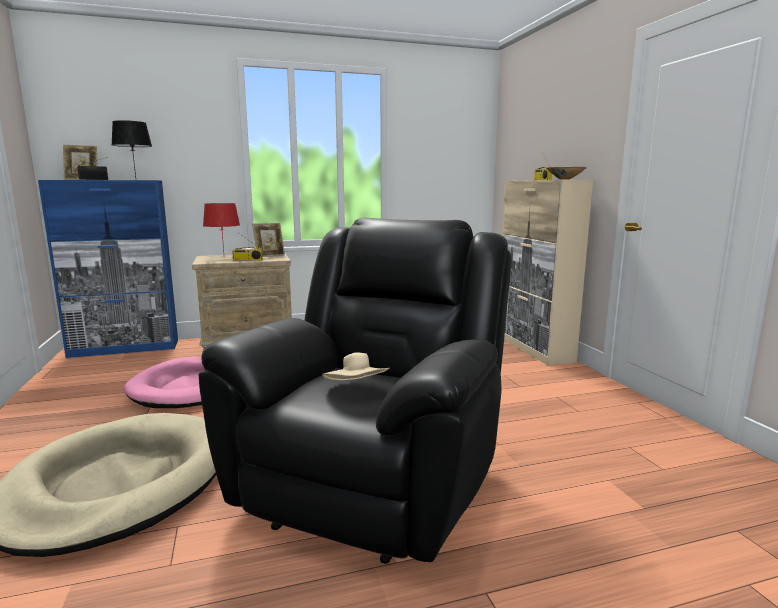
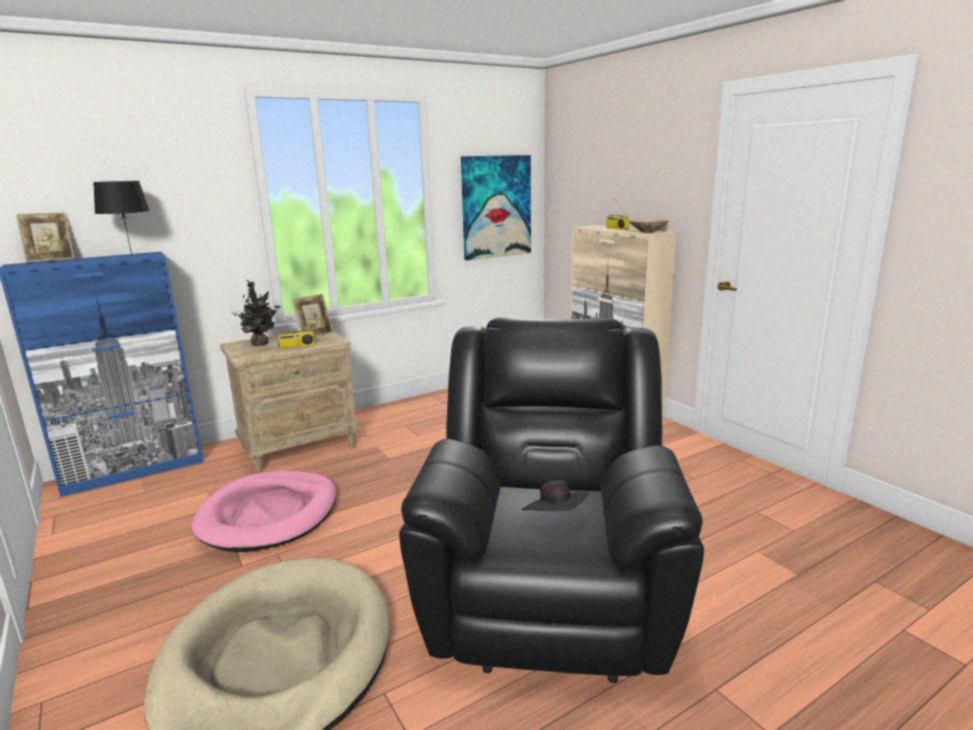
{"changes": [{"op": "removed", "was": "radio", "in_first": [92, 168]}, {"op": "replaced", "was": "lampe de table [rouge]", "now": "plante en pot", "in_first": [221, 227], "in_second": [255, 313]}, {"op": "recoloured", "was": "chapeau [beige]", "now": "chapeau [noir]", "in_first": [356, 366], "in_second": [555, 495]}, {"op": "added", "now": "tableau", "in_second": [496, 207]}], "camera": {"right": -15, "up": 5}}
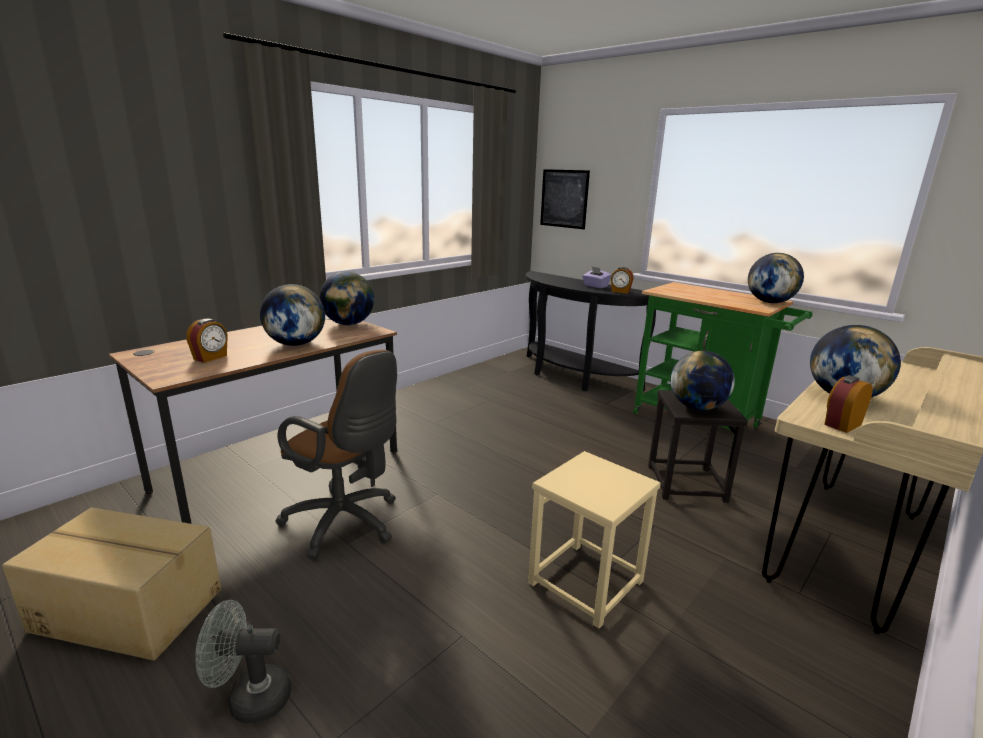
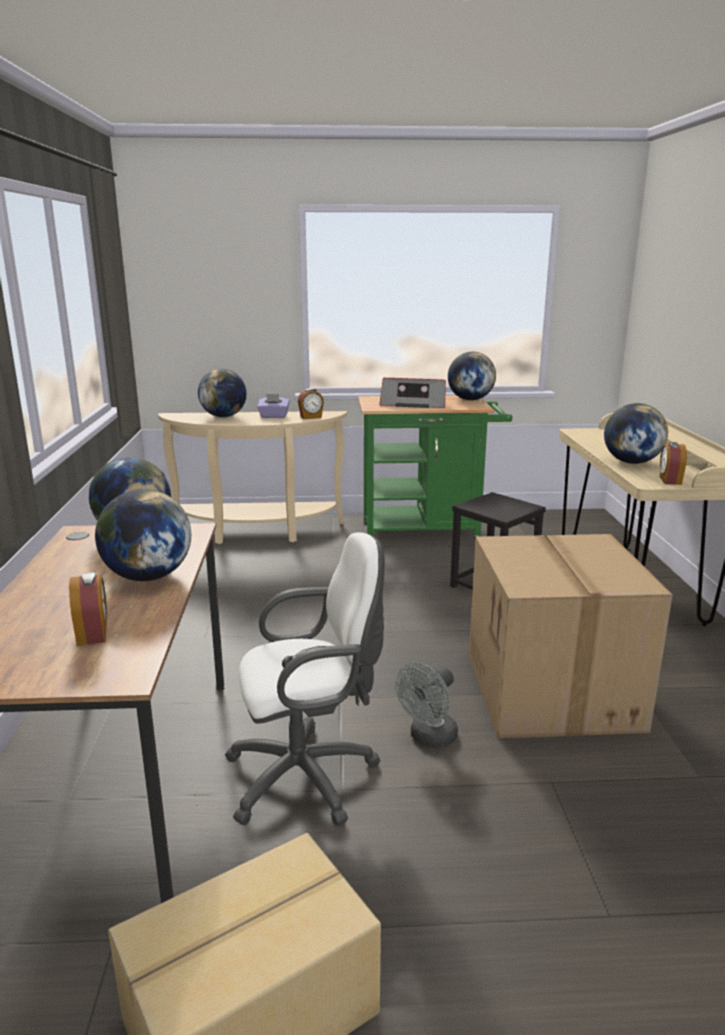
{"changes": [{"op": "moved", "was": "ventilateur [gris]", "in_first": [243, 661], "in_second": [426, 705]}, {"op": "recoloured", "was": "chaise de bureau [marron]", "now": "chaise de bureau [blanc]", "in_first": [336, 455], "in_second": [305, 679]}, {"op": "recoloured", "was": "table console [noir]", "now": "table console [beige]", "in_first": [591, 331], "in_second": [252, 477]}, {"op": "replaced", "was": "tabouret [beige]", "now": "carton", "in_first": [594, 539], "in_second": [571, 636]}, {"op": "removed", "was": "tableau", "in_first": [565, 199]}, {"op": "moved", "was": "globe", "in_first": [703, 380], "in_second": [222, 393]}, {"op": "added", "now": "radio", "in_second": [412, 393]}], "camera": {"right": -45, "up": 0}}
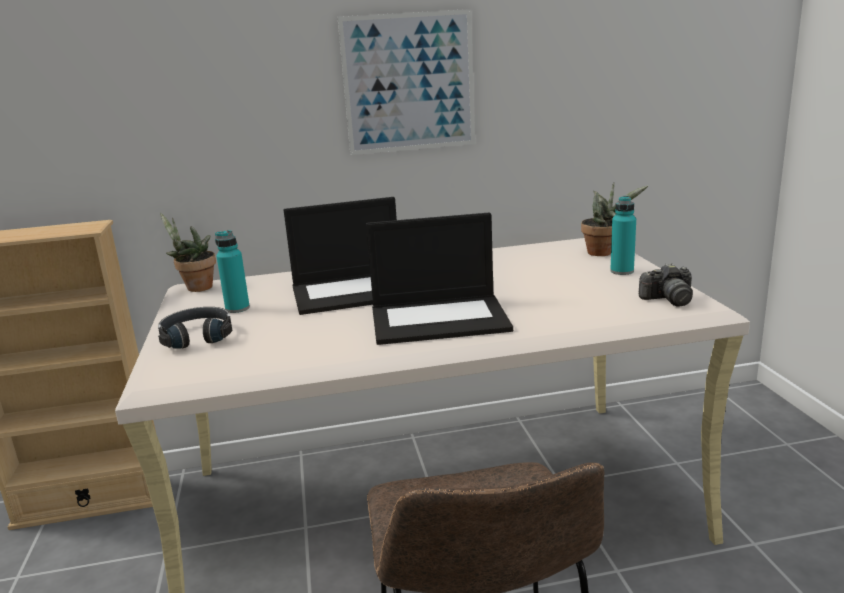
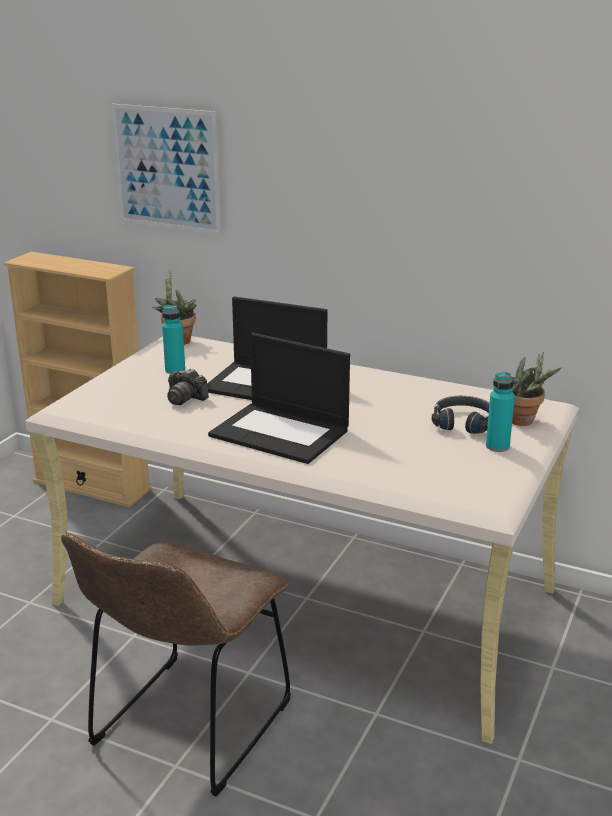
{"changes": [{"op": "moved", "was": "casque audio [noir]", "in_first": [195, 328], "in_second": [460, 415]}, {"op": "moved", "was": "tableau", "in_first": [406, 82], "in_second": [166, 169]}, {"op": "moved", "was": "appareil photo", "in_first": [666, 285], "in_second": [188, 387]}], "camera": {"right": 35, "up": 5}}
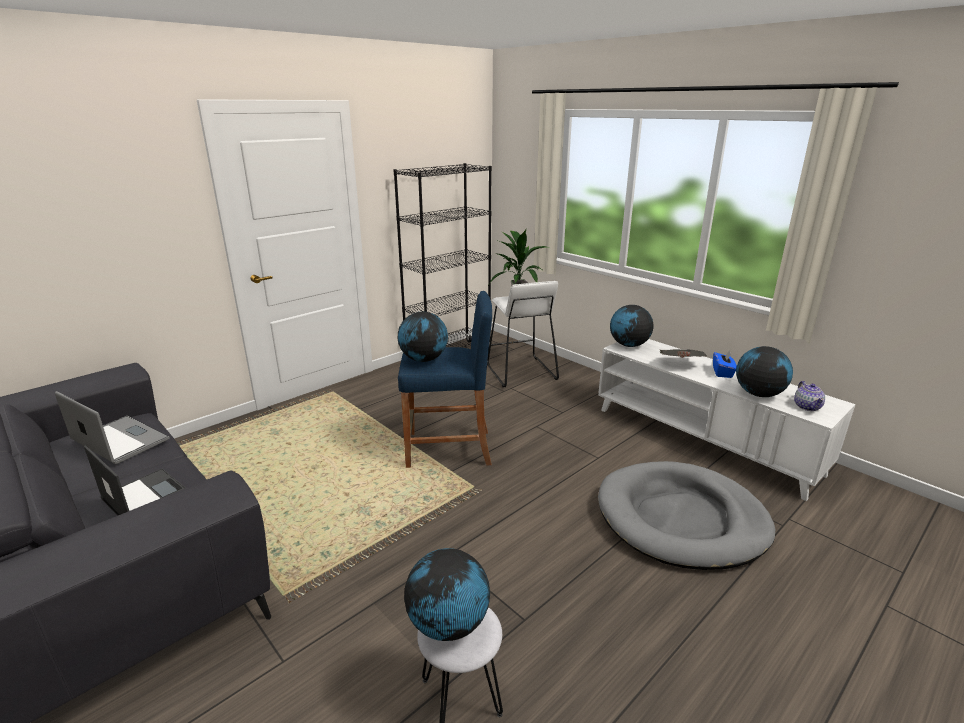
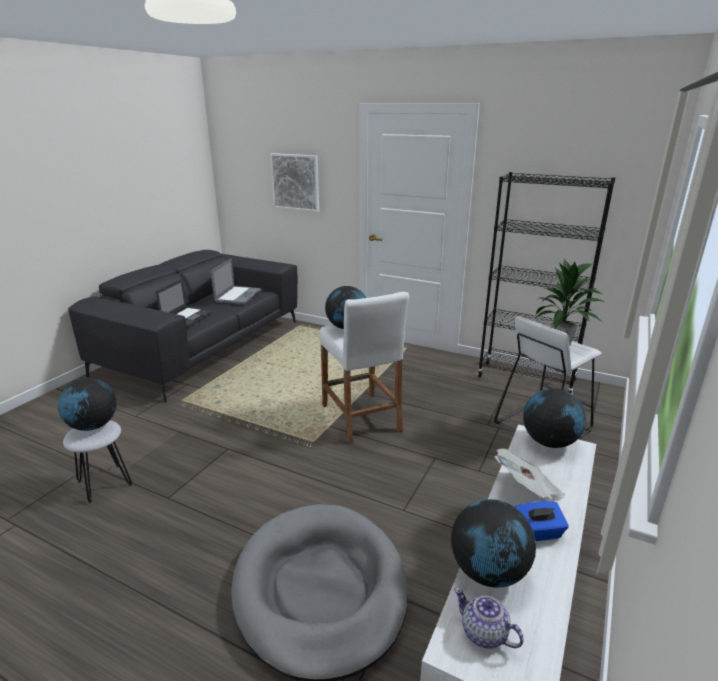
{"changes": [{"op": "recoloured", "was": "tabouret [bleu]", "now": "tabouret [blanc]", "in_first": [445, 379], "in_second": [364, 368]}, {"op": "turned", "was": "théière", "in_first": [809, 396], "in_second": [489, 618], "clockwise": 60}, {"op": "added", "now": "tableau", "in_second": [294, 182]}], "camera": {"right": 70, "up": 0}}
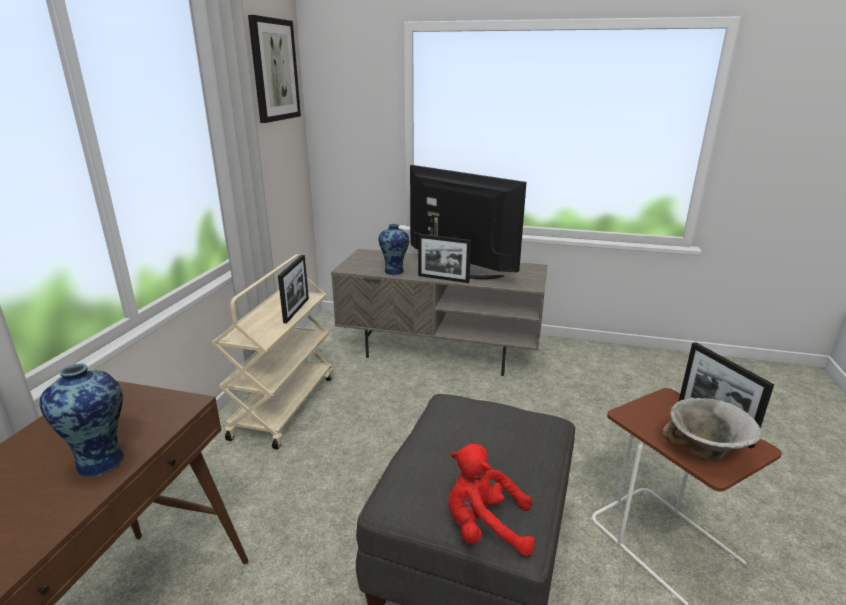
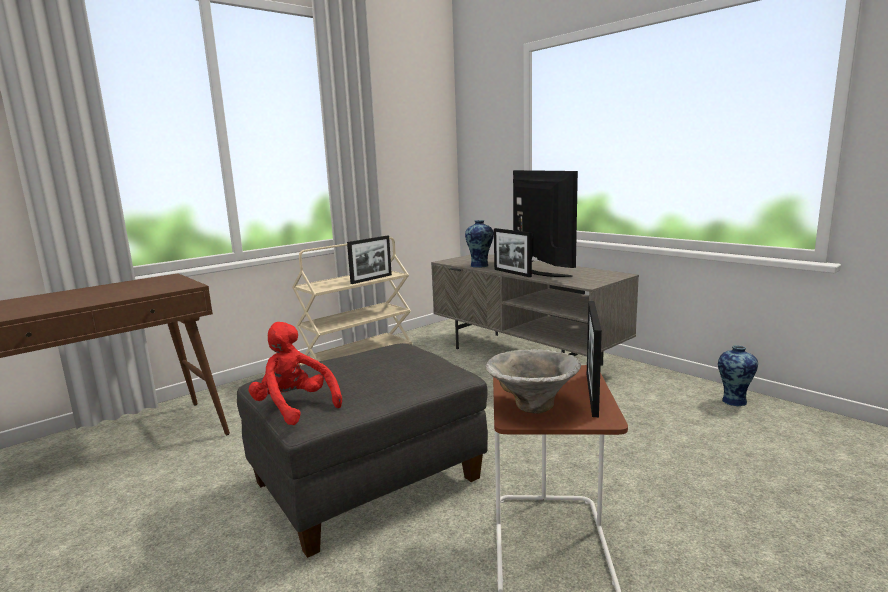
{"changes": [{"op": "moved", "was": "vase", "in_first": [81, 420], "in_second": [738, 376]}, {"op": "removed", "was": "tableau", "in_first": [274, 69]}], "camera": {"right": 35, "up": -10}}
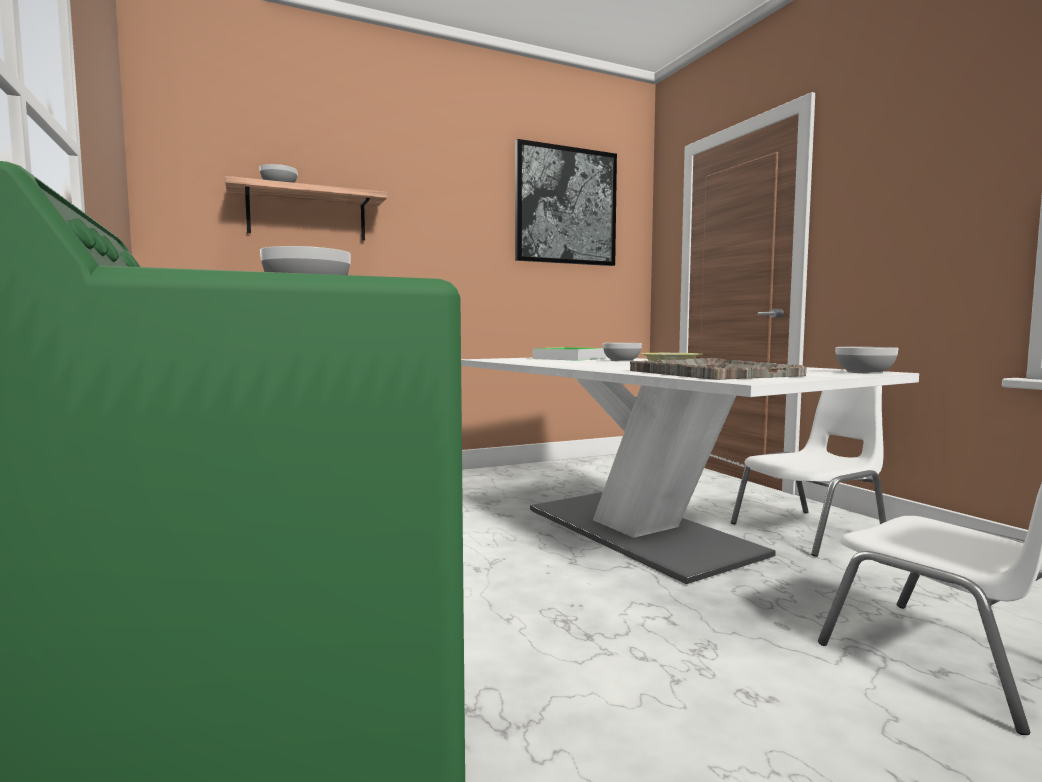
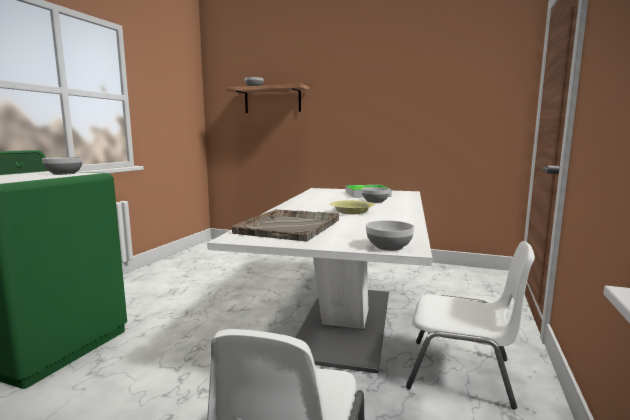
{"changes": [{"op": "removed", "was": "tableau", "in_first": [566, 202]}], "camera": {"right": 45, "up": 5}}
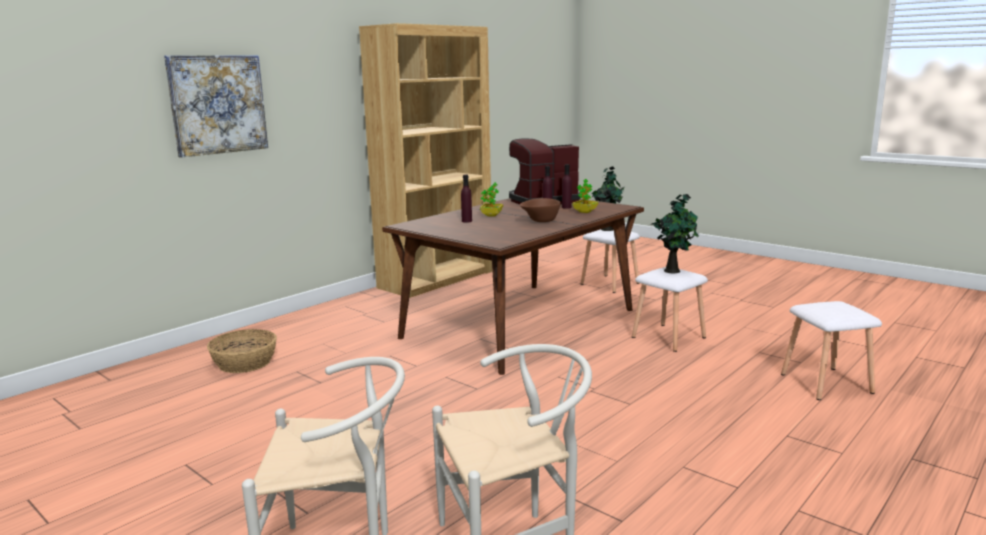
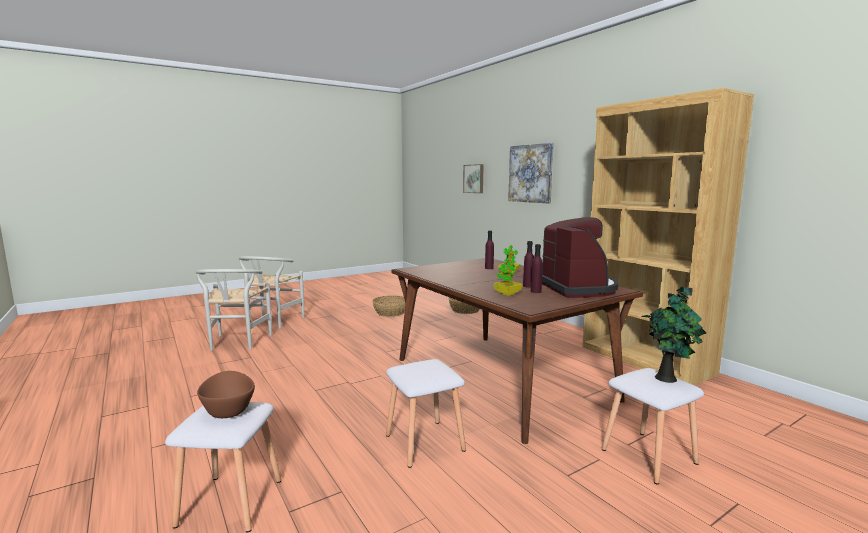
{"changes": [{"op": "moved", "was": "bol [marron]", "in_first": [540, 210], "in_second": [226, 394]}, {"op": "removed", "was": "plante en pot", "in_first": [675, 233]}, {"op": "added", "now": "panier", "in_second": [389, 306]}, {"op": "added", "now": "tableau", "in_second": [473, 178]}], "camera": {"right": 105, "up": -5}}
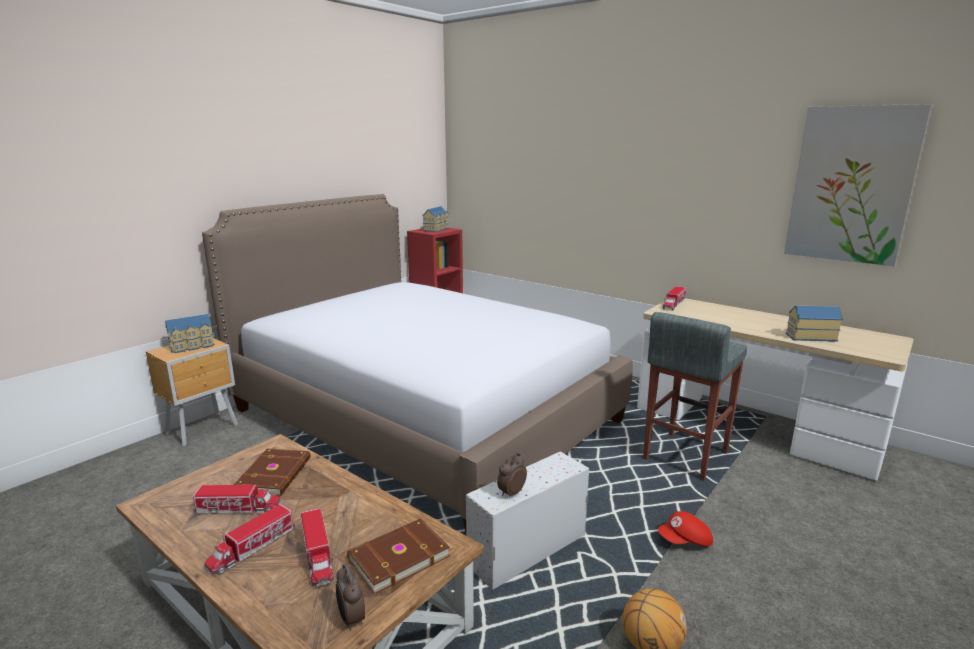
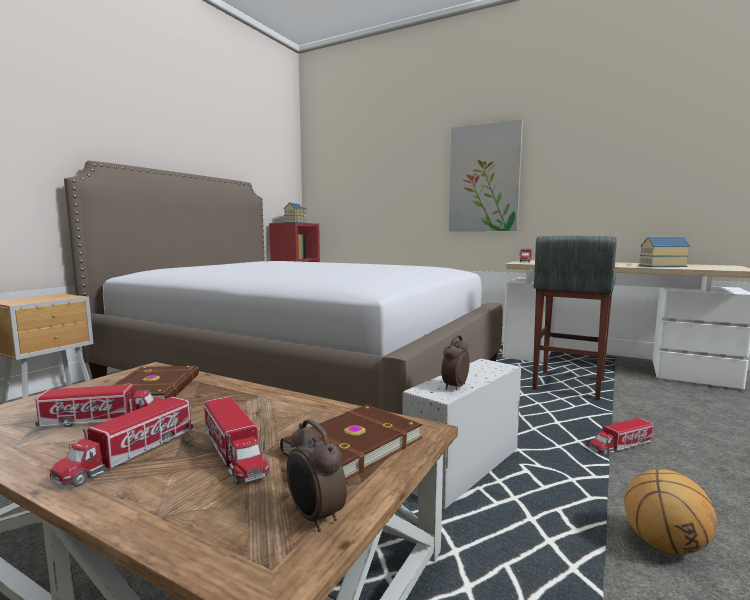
{"changes": [{"op": "removed", "was": "maison miniature", "in_first": [190, 333]}, {"op": "replaced", "was": "casquette [rouge]", "now": "camion jouet", "in_first": [685, 528], "in_second": [621, 436]}, {"op": "moved", "was": "tableau", "in_first": [858, 185], "in_second": [486, 175]}], "camera": {"right": -10, "up": -10}}
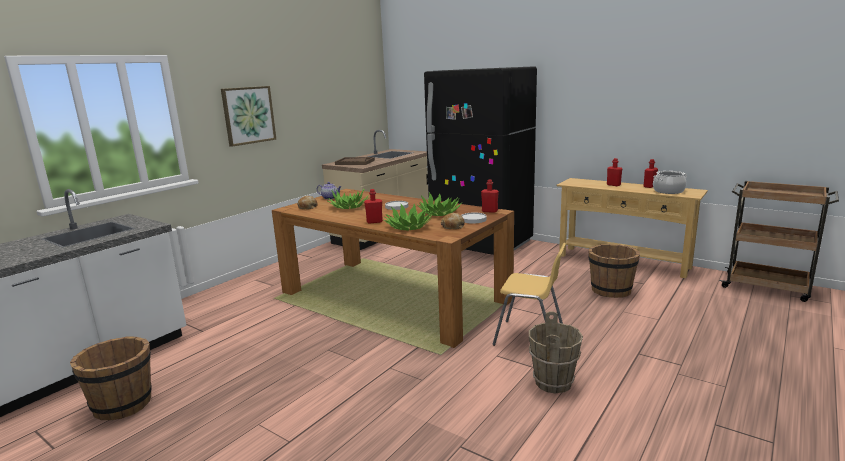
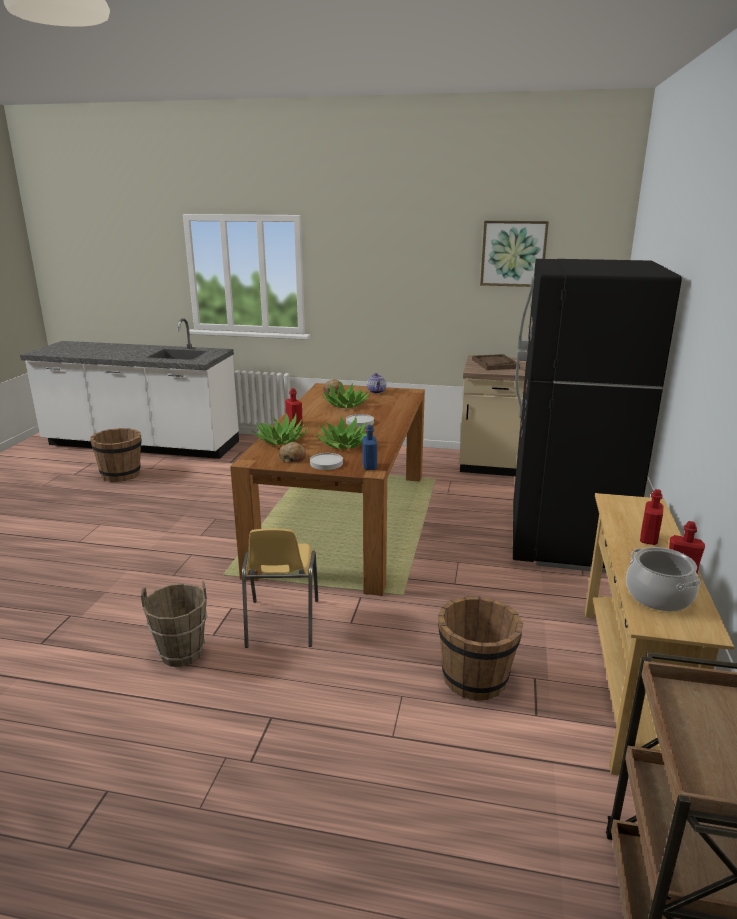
{"changes": [{"op": "moved", "was": "tableau", "in_first": [248, 116], "in_second": [514, 254]}, {"op": "recoloured", "was": "bouteille [rouge]", "now": "bouteille [bleu]", "in_first": [490, 196], "in_second": [369, 447]}], "camera": {"right": 65, "up": 5}}
